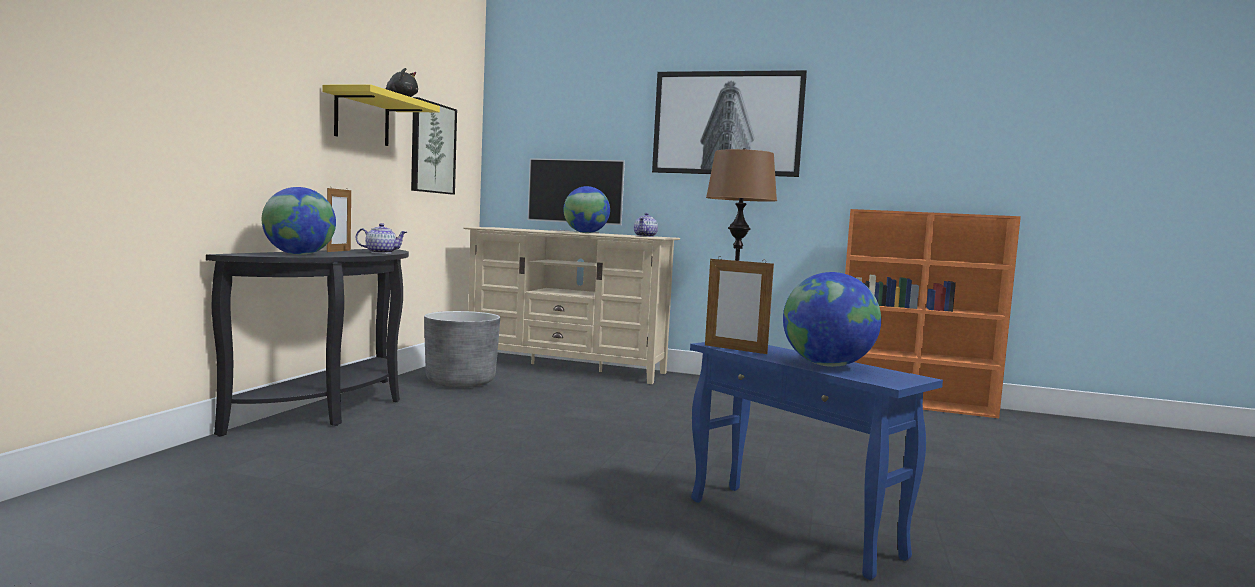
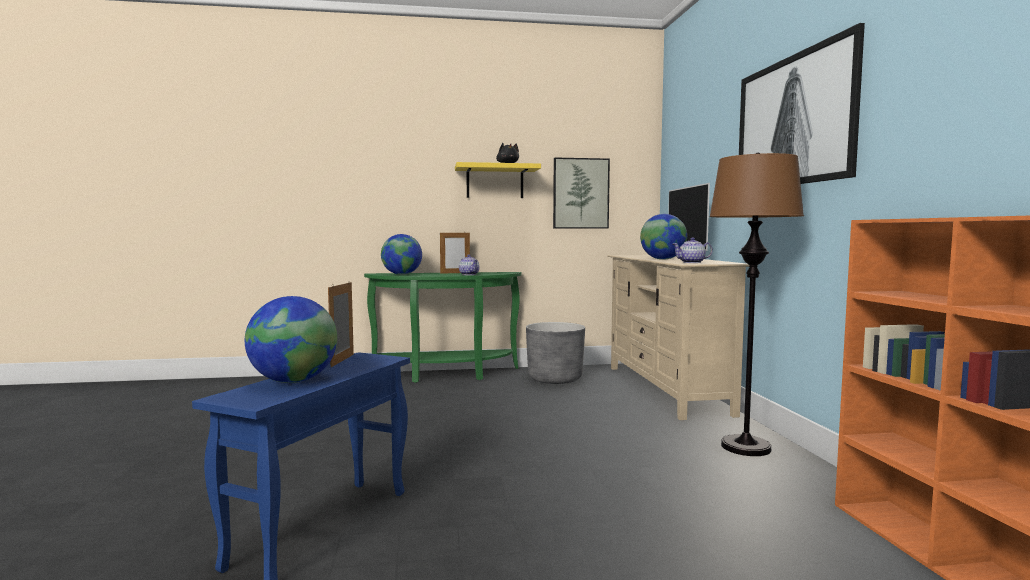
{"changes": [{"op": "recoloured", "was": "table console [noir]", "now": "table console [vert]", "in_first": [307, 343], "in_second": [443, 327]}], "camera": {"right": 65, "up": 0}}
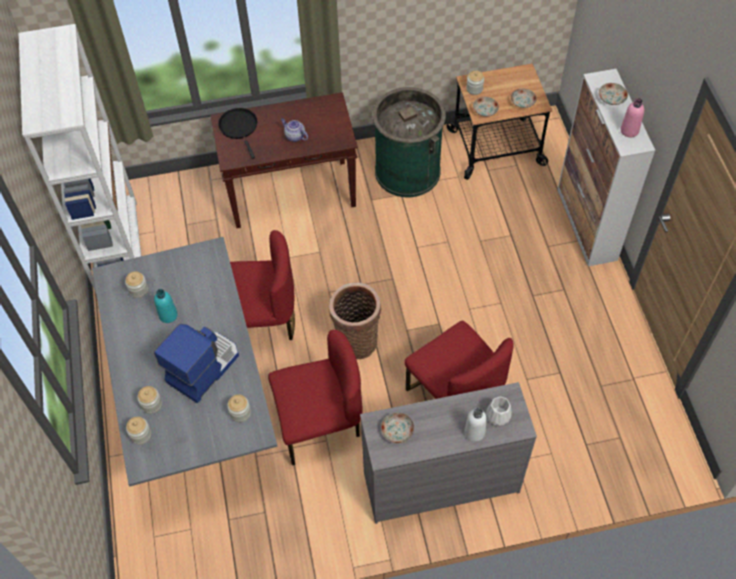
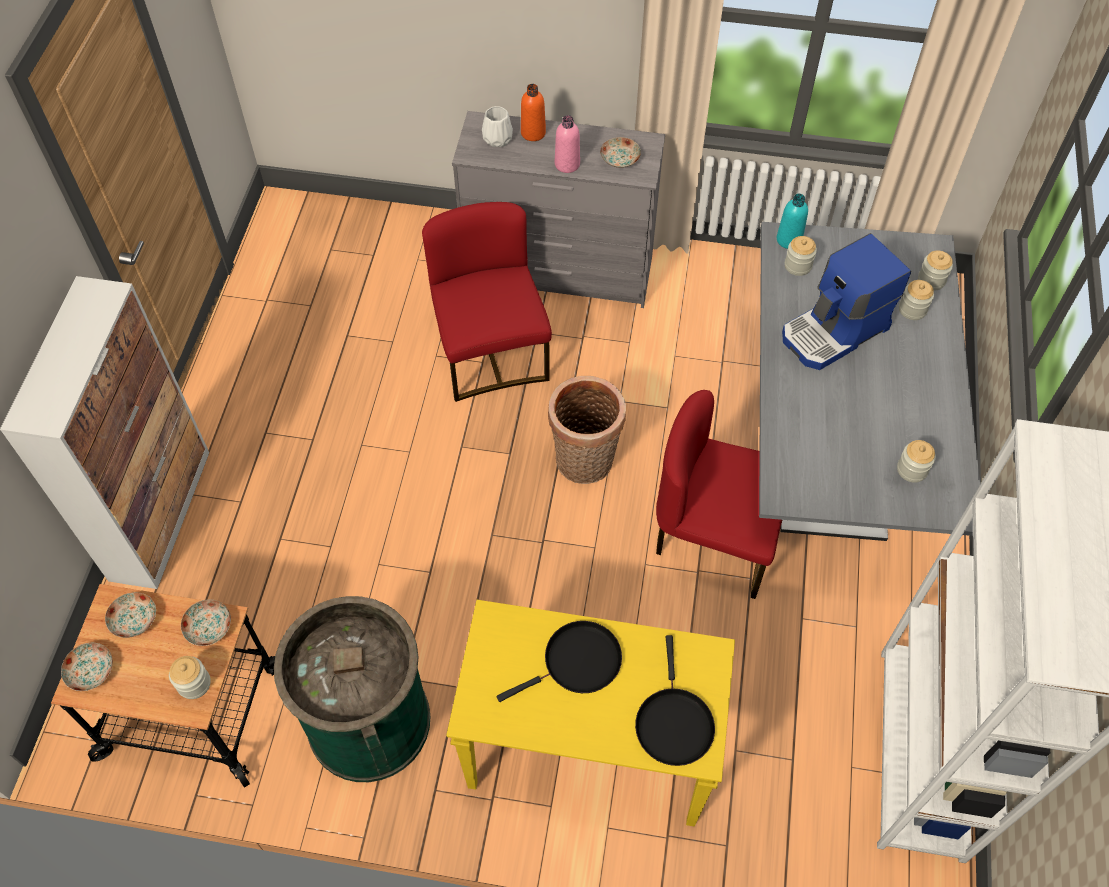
{"changes": [{"op": "moved", "was": "bouteille [turquoise]", "in_first": [166, 306], "in_second": [792, 221]}, {"op": "recoloured", "was": "table console [marron]", "now": "table console [jaune]", "in_first": [284, 160], "in_second": [590, 713]}, {"op": "removed", "was": "chaise [rouge]", "in_first": [315, 397]}, {"op": "replaced", "was": "théière", "now": "poêle [noir]", "in_first": [294, 130], "in_second": [559, 661]}, {"op": "recoloured", "was": "bouteille [blanc]", "now": "bouteille [orange]", "in_first": [475, 425], "in_second": [533, 112]}, {"op": "moved", "was": "assiette", "in_first": [613, 94], "in_second": [87, 667]}, {"op": "moved", "was": "bouteille [rose]", "in_first": [632, 117], "in_second": [567, 144]}], "camera": {"right": -160, "up": 0}}
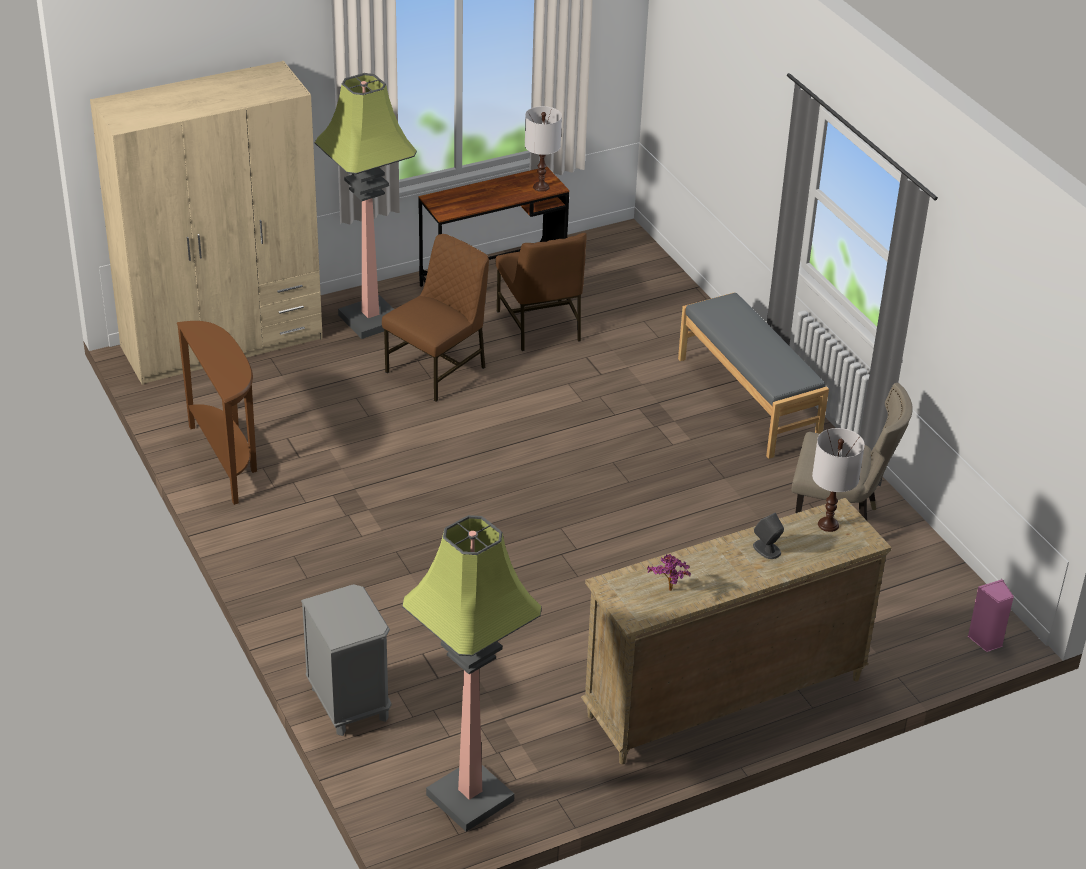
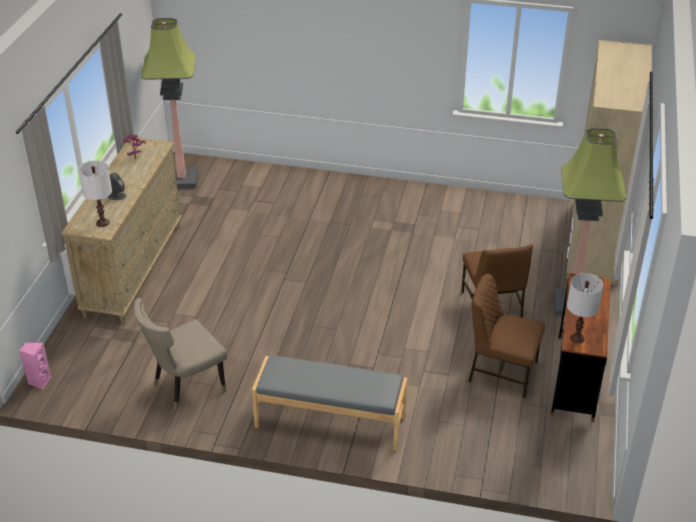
{"changes": [{"op": "removed", "was": "table console [marron]", "in_first": [217, 413]}, {"op": "removed", "was": "table de chevet [gris]", "in_first": [346, 660]}], "camera": {"right": 130, "up": 0}}
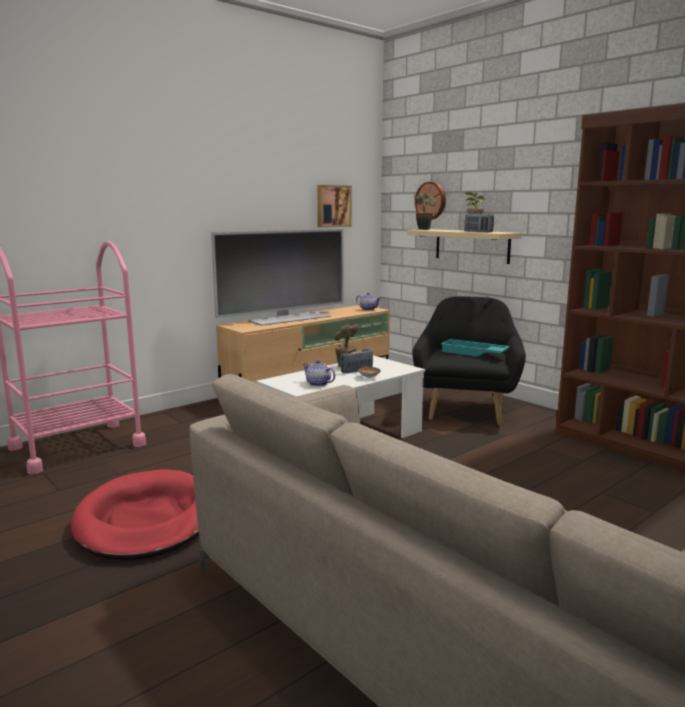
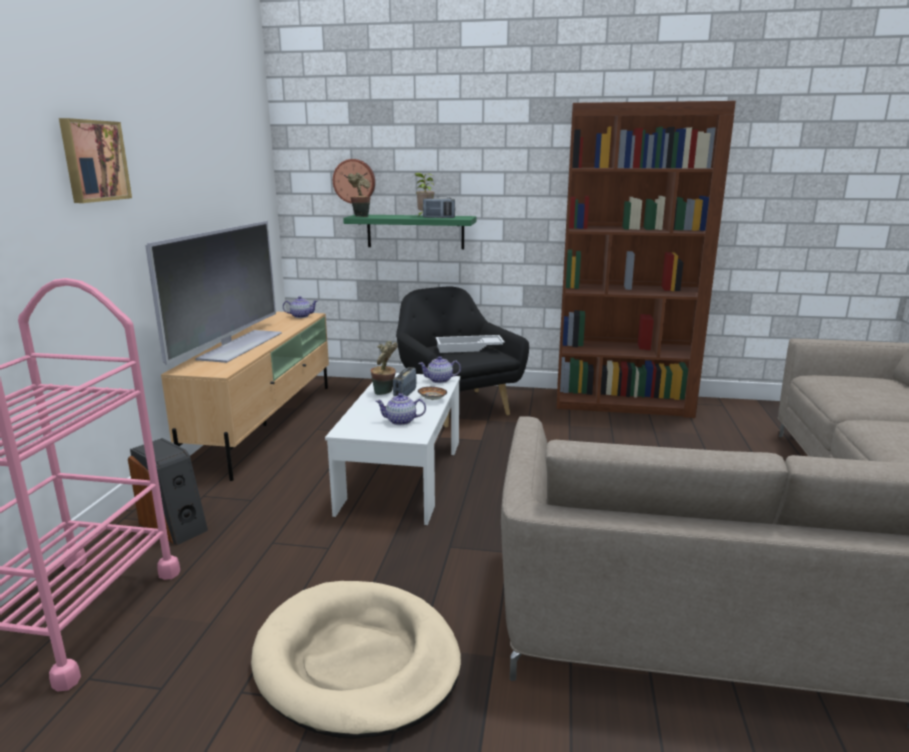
{"changes": [{"op": "recoloured", "was": "panier pour chien [rouge]", "now": "panier pour chien [beige]", "in_first": [135, 514], "in_second": [356, 660]}, {"op": "moved", "was": "tableau", "in_first": [334, 206], "in_second": [95, 160]}, {"op": "recoloured", "was": "étagère [beige]", "now": "étagère [vert]", "in_first": [464, 246], "in_second": [410, 232]}, {"op": "recoloured", "was": "plateau [turquoise]", "now": "plateau [blanc]", "in_first": [475, 348], "in_second": [470, 344]}, {"op": "added", "now": "enceinte", "in_second": [168, 491]}, {"op": "added", "now": "théière", "in_second": [439, 369]}], "camera": {"right": -40, "up": 5}}
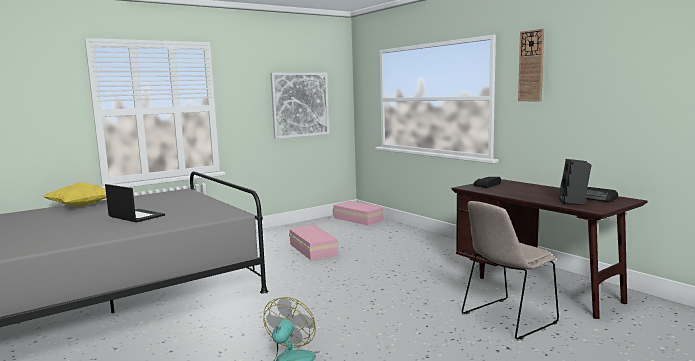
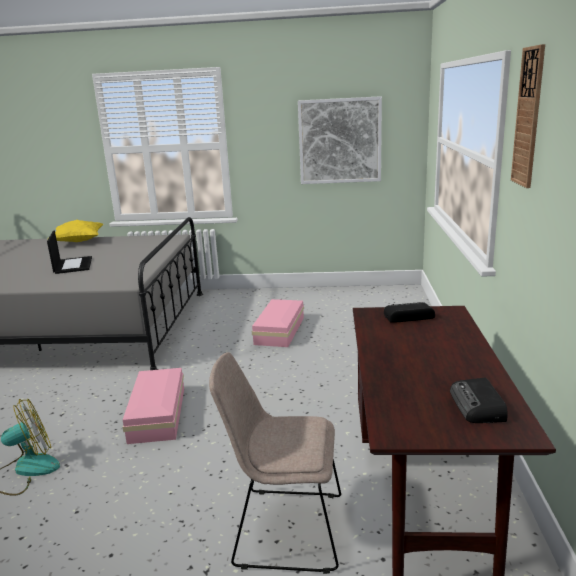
{"changes": [{"op": "moved", "was": "boîte de rangement [rose]", "in_first": [358, 213], "in_second": [153, 406]}, {"op": "removed", "was": "enceinte [noir]", "in_first": [575, 182]}], "camera": {"right": 40, "up": 10}}
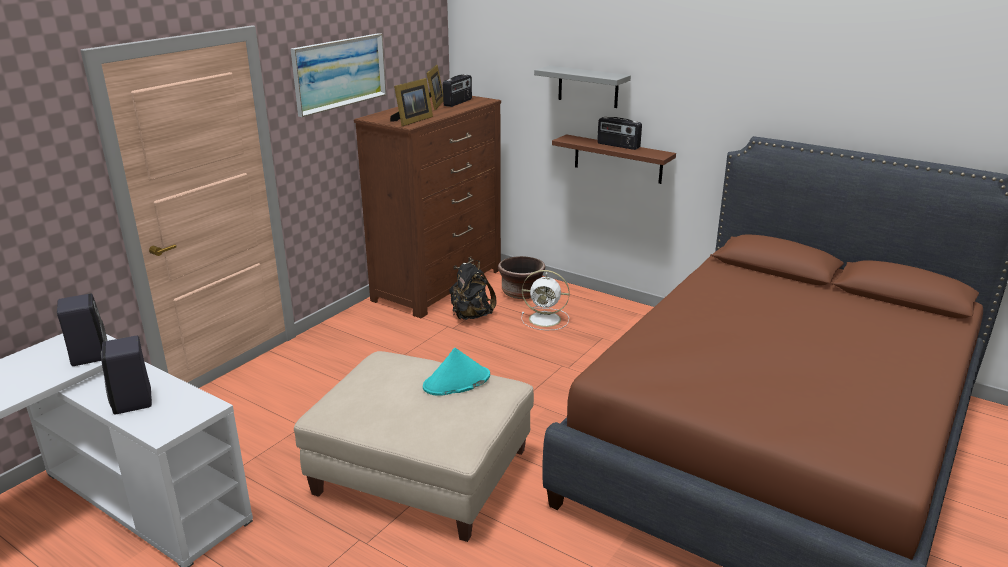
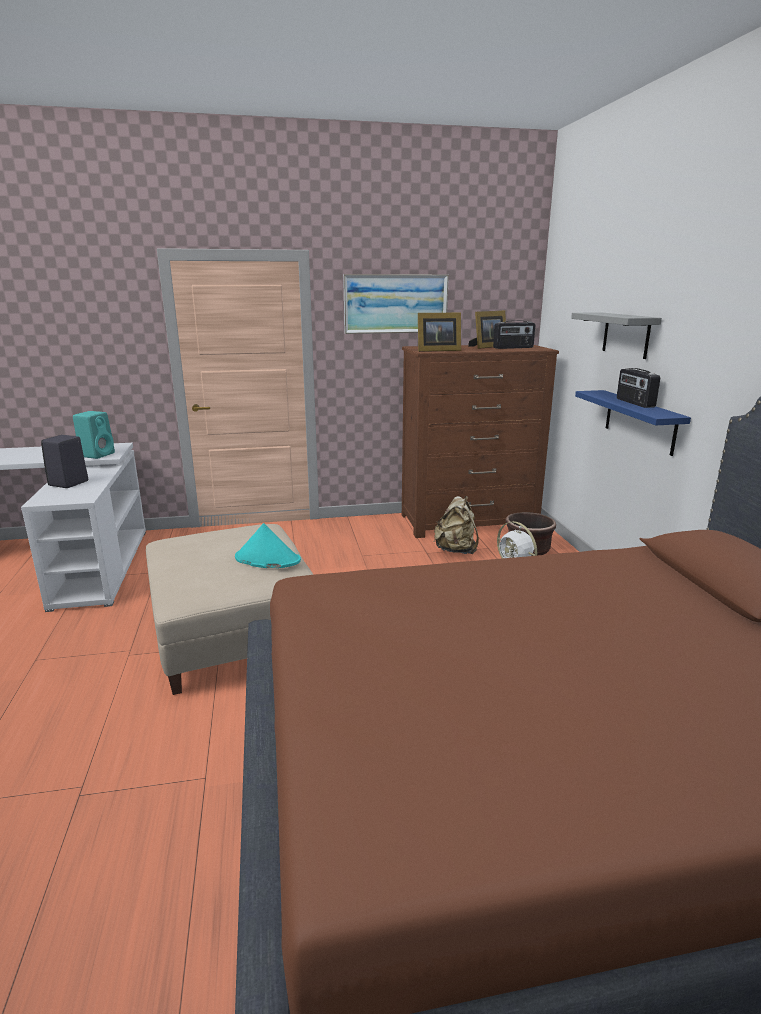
{"changes": [{"op": "recoloured", "was": "enceinte [noir]", "now": "enceinte [turquoise]", "in_first": [82, 330], "in_second": [94, 435]}, {"op": "recoloured", "was": "sac à dos [noir]", "now": "sac à dos [beige]", "in_first": [473, 290], "in_second": [456, 525]}, {"op": "recoloured", "was": "étagère [marron]", "now": "étagère [bleu]", "in_first": [614, 159], "in_second": [633, 423]}], "camera": {"right": 45, "up": -5}}
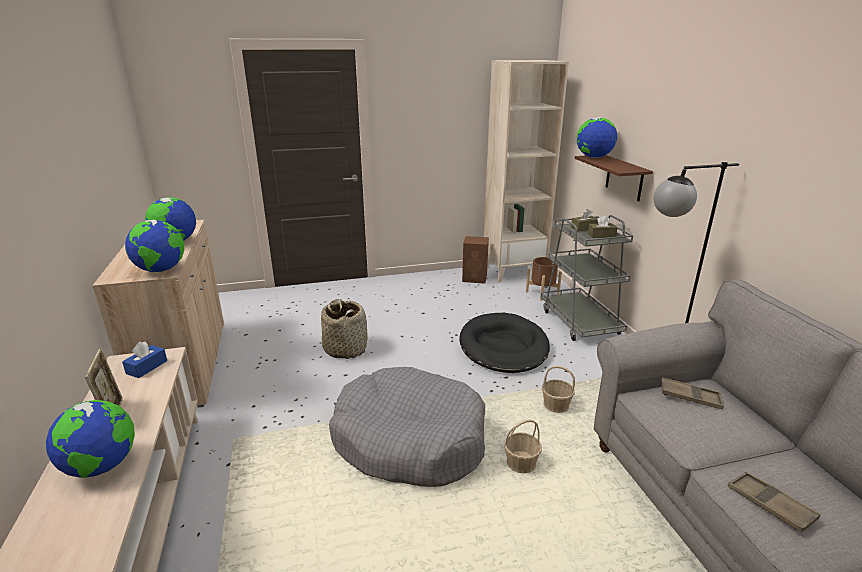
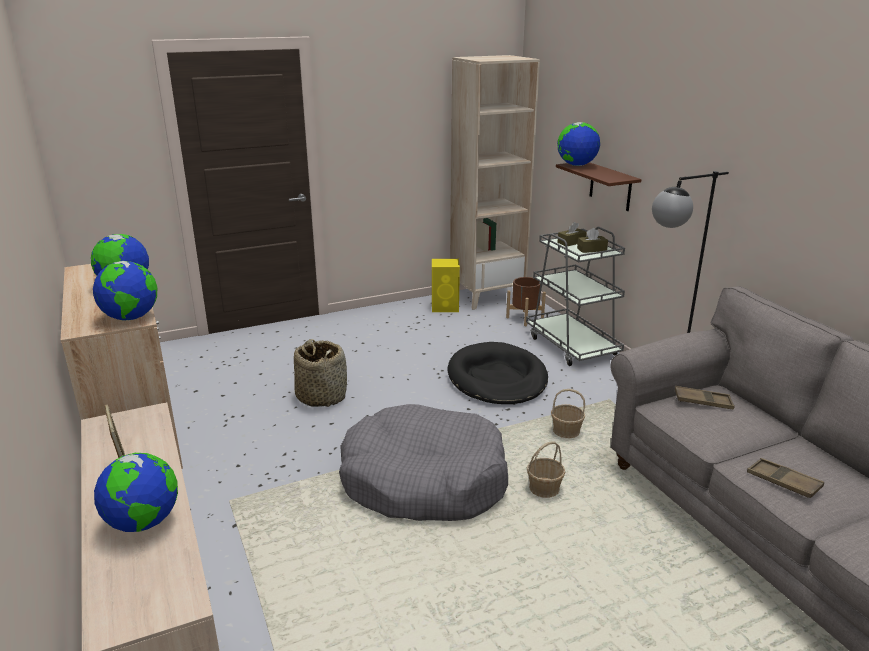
{"changes": [{"op": "removed", "was": "boîte à mouchoirs [bleu]", "in_first": [144, 360]}, {"op": "recoloured", "was": "enceinte [marron]", "now": "enceinte [jaune]", "in_first": [475, 260], "in_second": [446, 285]}], "camera": {"right": -10, "up": 0}}
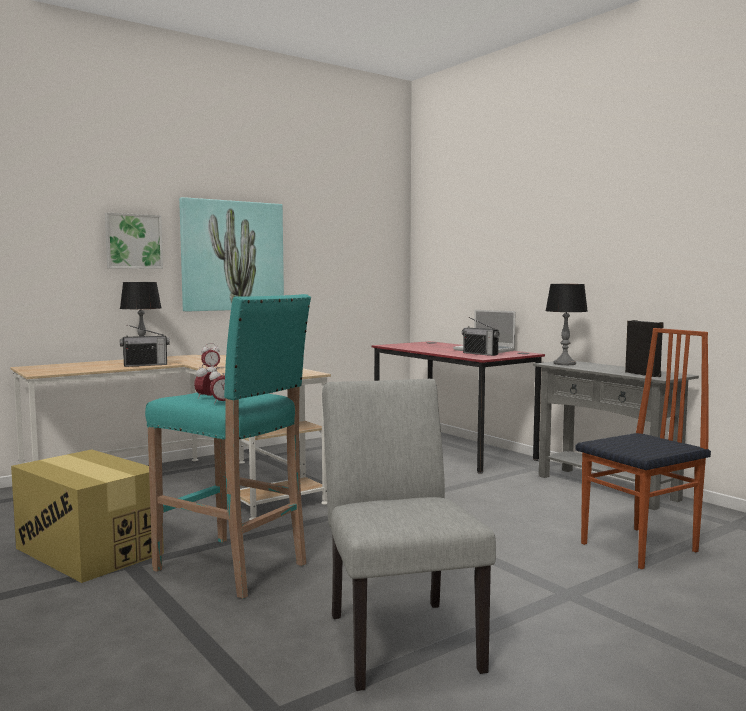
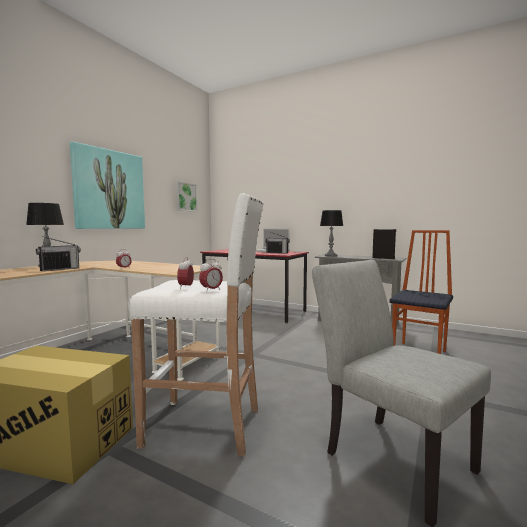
{"changes": [{"op": "moved", "was": "tableau", "in_first": [134, 241], "in_second": [186, 197]}, {"op": "recoloured", "was": "tabouret [turquoise]", "now": "tabouret [blanc]", "in_first": [228, 446], "in_second": [196, 325]}], "camera": {"right": -25, "up": 0}}
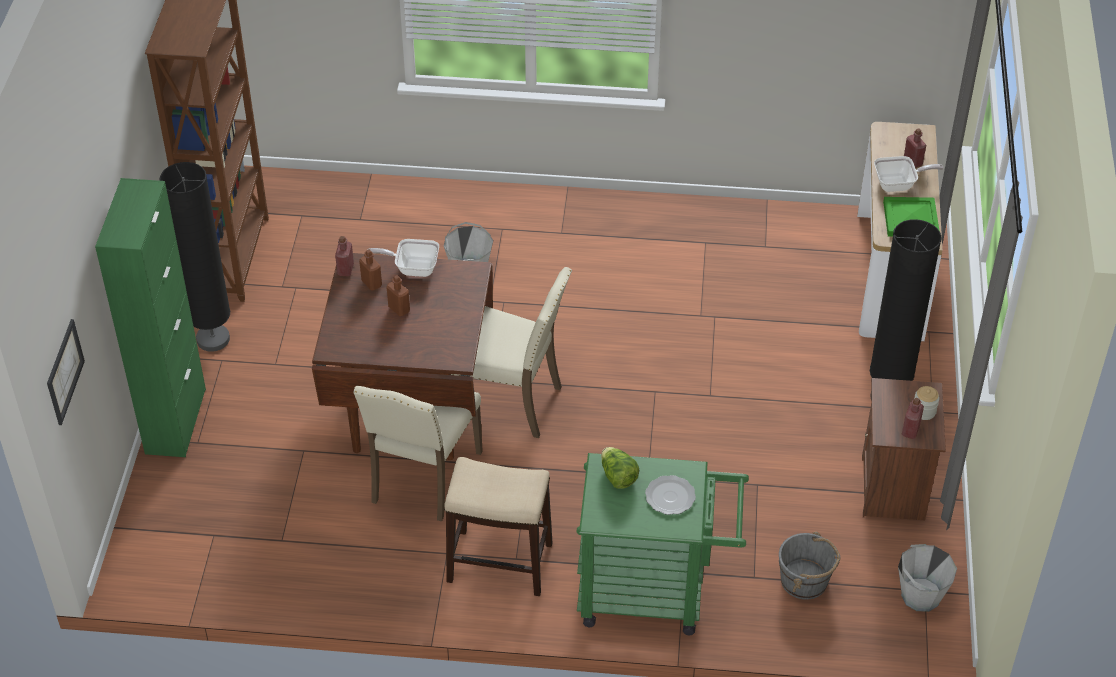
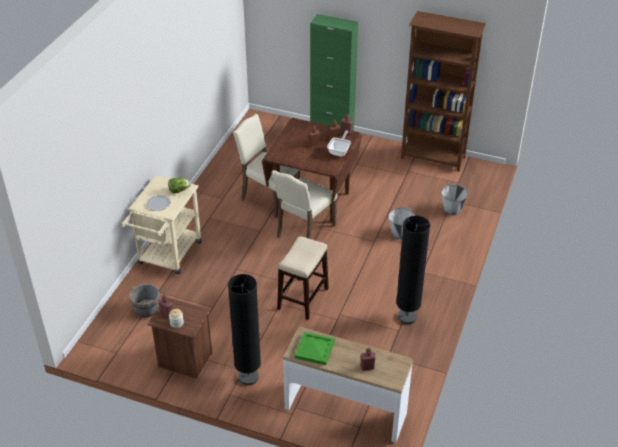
{"changes": [{"op": "removed", "was": "tableau", "in_first": [66, 372]}, {"op": "moved", "was": "lampadaire [noir]", "in_first": [194, 257], "in_second": [413, 270]}, {"op": "moved", "was": "tabouret", "in_first": [498, 526], "in_second": [303, 278]}, {"op": "recoloured", "was": "chariot [vert]", "now": "chariot [beige]", "in_first": [663, 544], "in_second": [162, 224]}, {"op": "removed", "was": "poêle", "in_first": [909, 174]}, {"op": "moved", "was": "seau [gris]", "in_first": [927, 578], "in_second": [454, 198]}], "camera": {"right": 105, "up": -5}}
